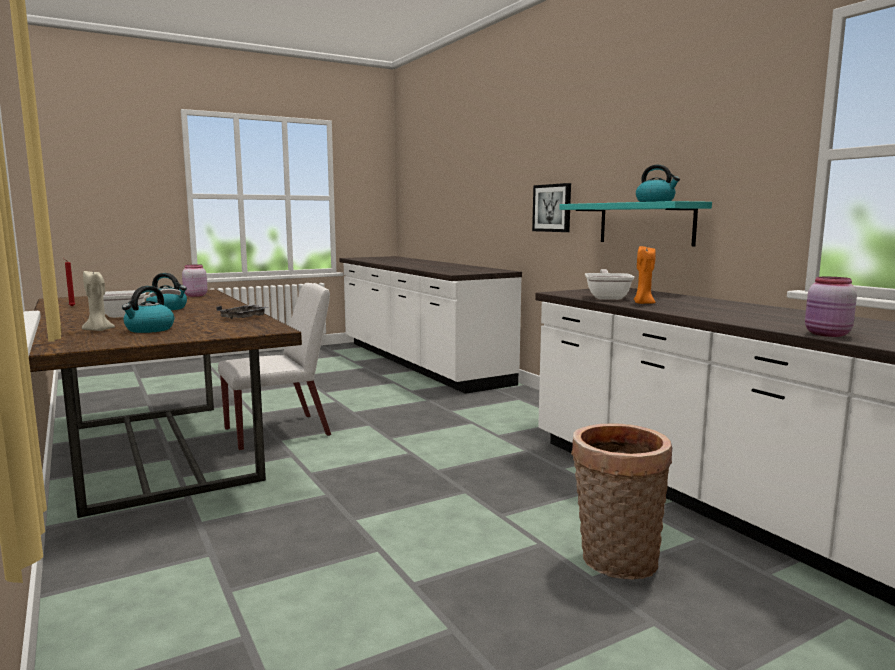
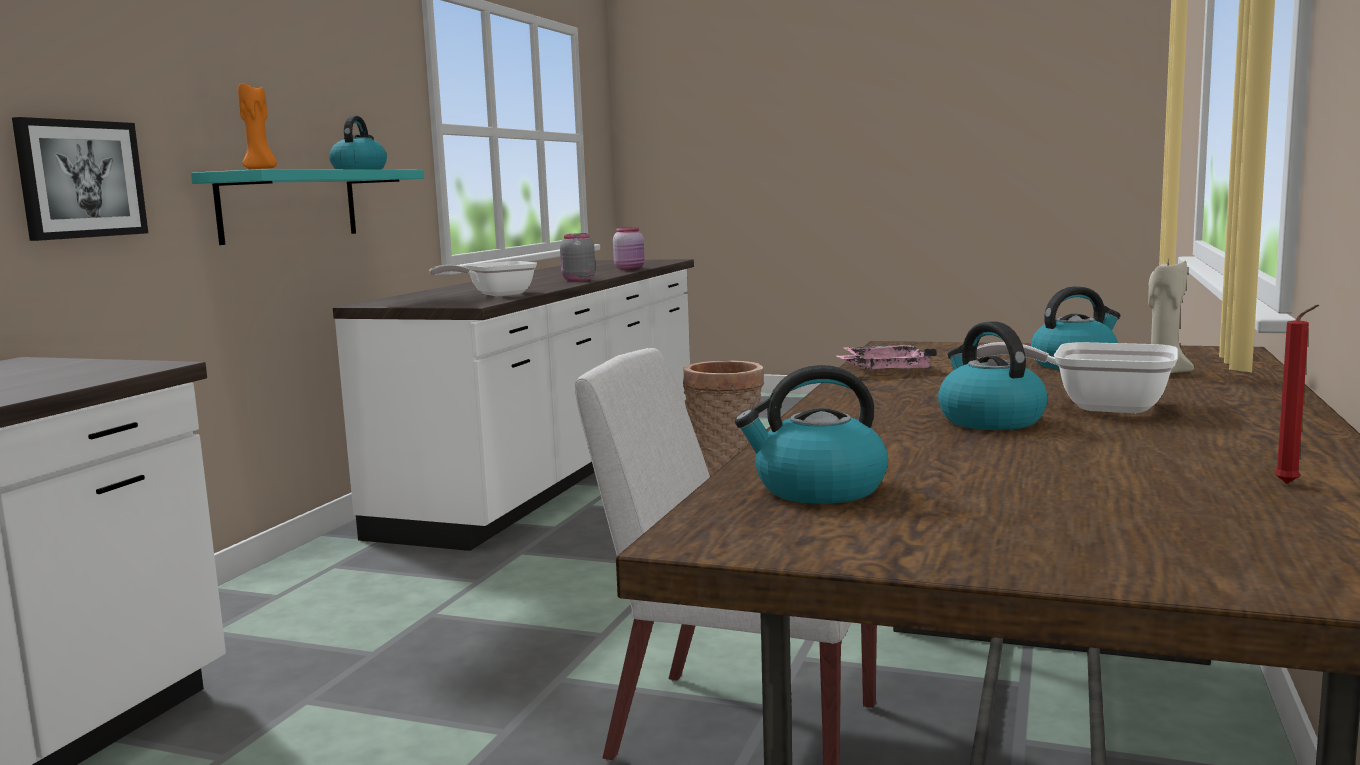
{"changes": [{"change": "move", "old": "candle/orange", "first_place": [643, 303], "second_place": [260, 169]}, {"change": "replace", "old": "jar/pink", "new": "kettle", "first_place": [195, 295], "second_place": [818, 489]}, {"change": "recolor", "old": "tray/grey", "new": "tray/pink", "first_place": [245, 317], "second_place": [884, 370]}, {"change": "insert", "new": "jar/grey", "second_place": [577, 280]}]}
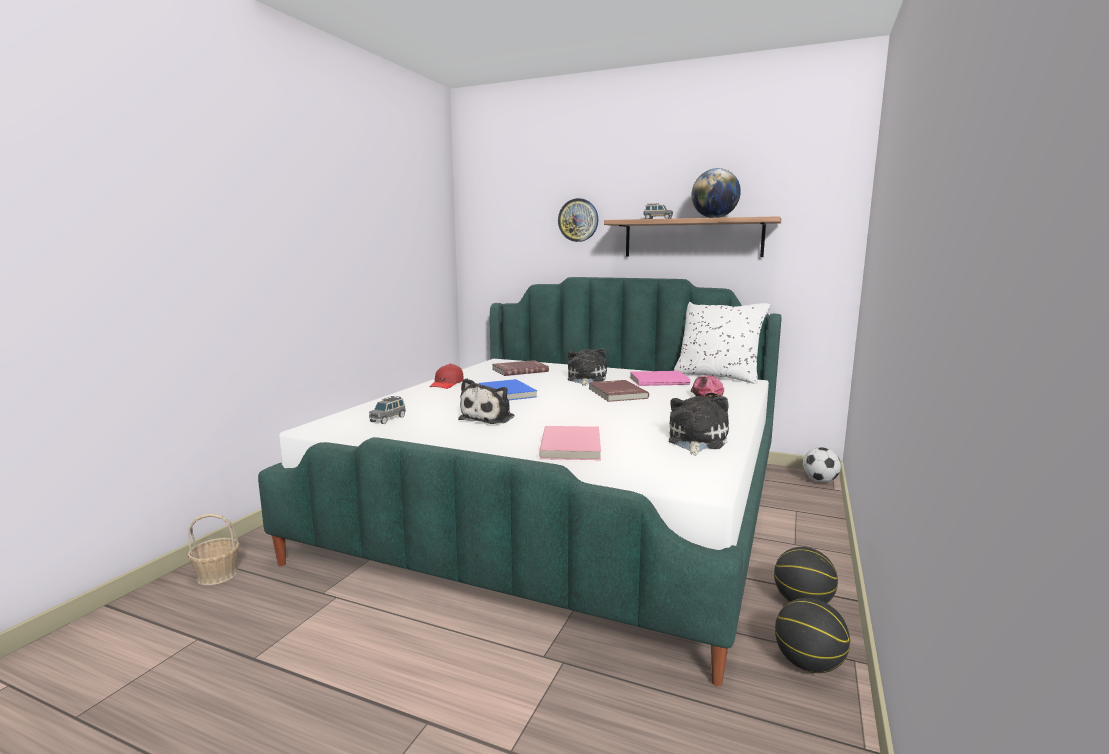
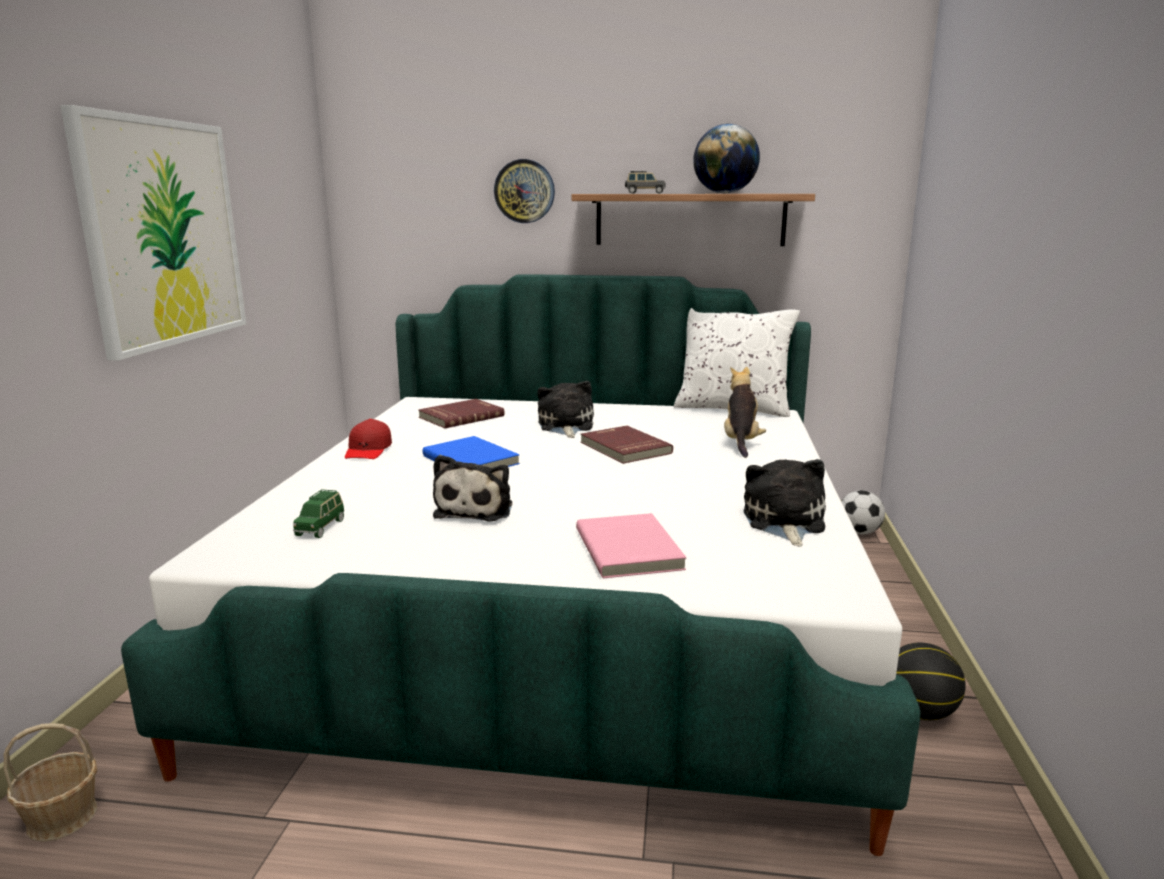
{"changes": [{"change": "delete", "old": "book/pink", "first_place": [658, 380]}, {"change": "replace", "old": "cap", "new": "plush toy", "first_place": [705, 395], "second_place": [741, 442]}, {"change": "recolor", "old": "toy car/grey", "new": "toy car/green", "first_place": [388, 419], "second_place": [320, 527]}, {"change": "delete", "old": "basketball", "first_place": [808, 664]}, {"change": "insert", "new": "picture", "second_place": [164, 233]}]}
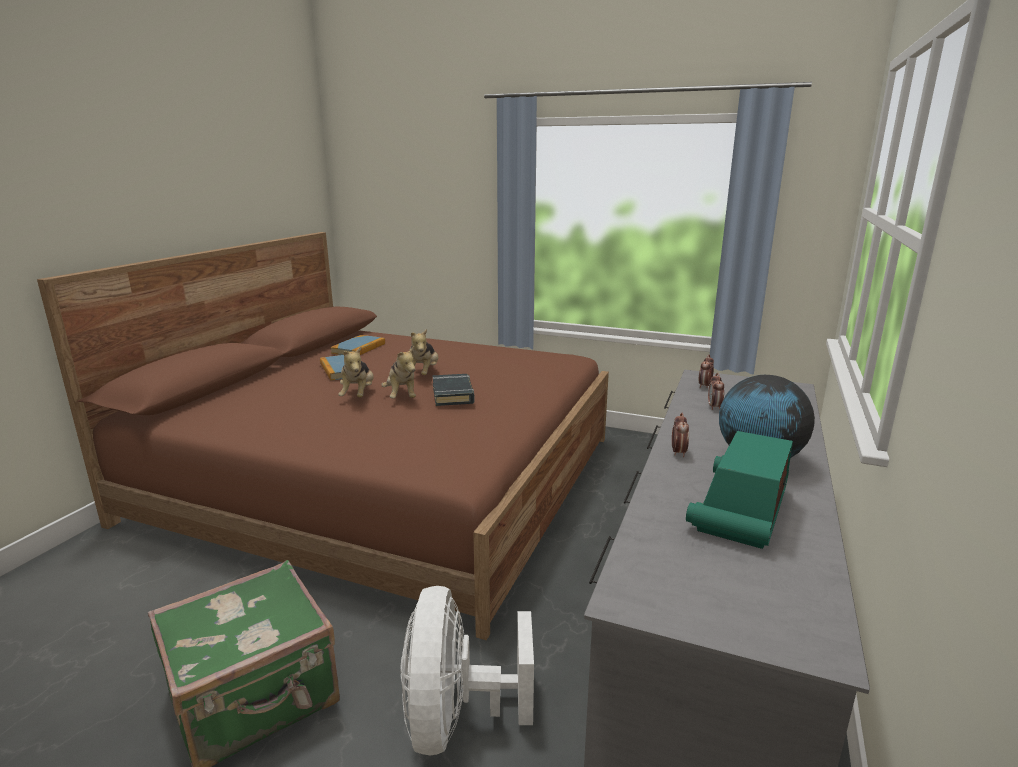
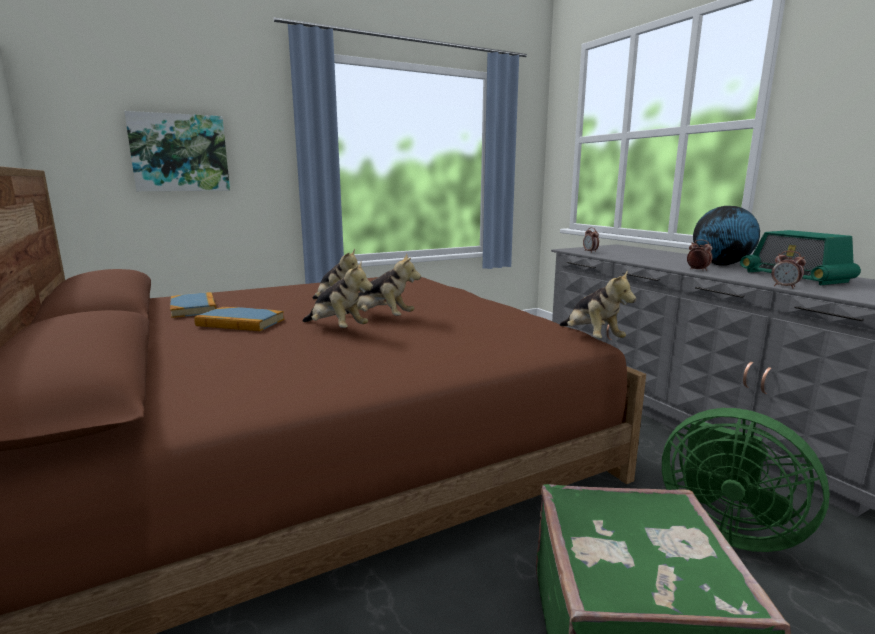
{"changes": [{"change": "move", "old": "alarm clock", "first_place": [714, 407], "second_place": [785, 287]}, {"change": "delete", "old": "book/black", "first_place": [453, 394]}, {"change": "recolor", "old": "fan/white", "new": "fan/green", "first_place": [457, 719], "second_place": [725, 528]}, {"change": "insert", "new": "picture", "second_place": [179, 153]}, {"change": "insert", "new": "plush toy", "second_place": [591, 338]}]}
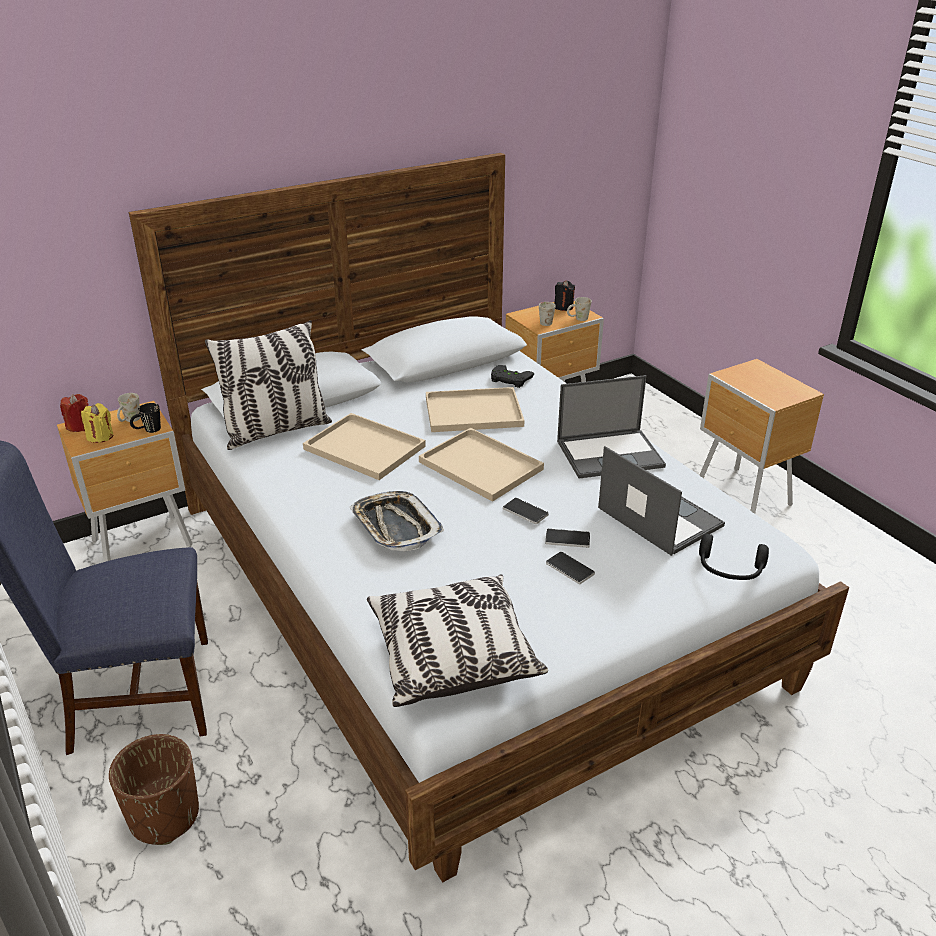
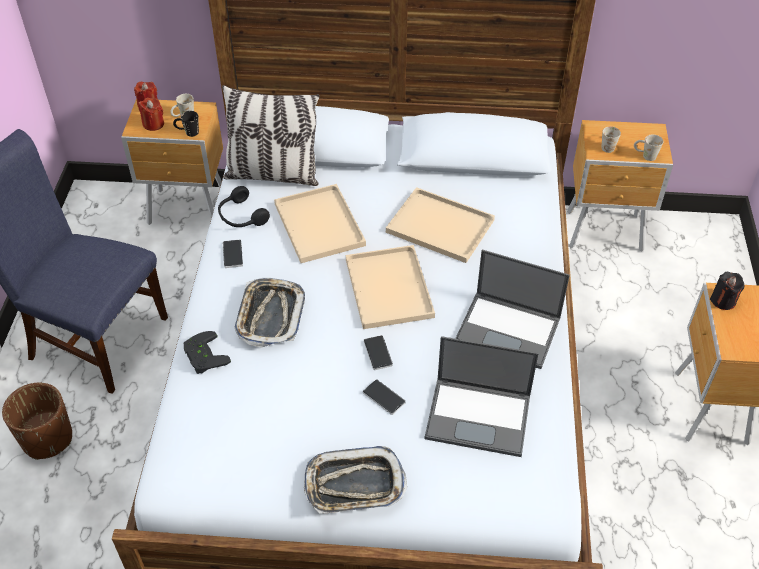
{"changes": [{"change": "move", "old": "candle/black", "first_place": [563, 307], "second_place": [723, 300]}, {"change": "move", "old": "game controller/black", "first_place": [509, 380], "second_place": [203, 356]}, {"change": "recolor", "old": "candle/yellow", "new": "candle/red", "first_place": [100, 436], "second_place": [153, 124]}, {"change": "rotate", "old": "laptop", "first_place": [658, 516], "second_place": [479, 416], "degrees": 105}, {"change": "move", "old": "headphones/black", "first_place": [730, 570], "second_place": [241, 217]}, {"change": "move", "old": "phone", "first_place": [570, 569], "second_place": [233, 254]}, {"change": "delete", "old": "pillow", "first_place": [452, 656]}, {"change": "insert", "new": "tray", "second_place": [354, 485]}]}
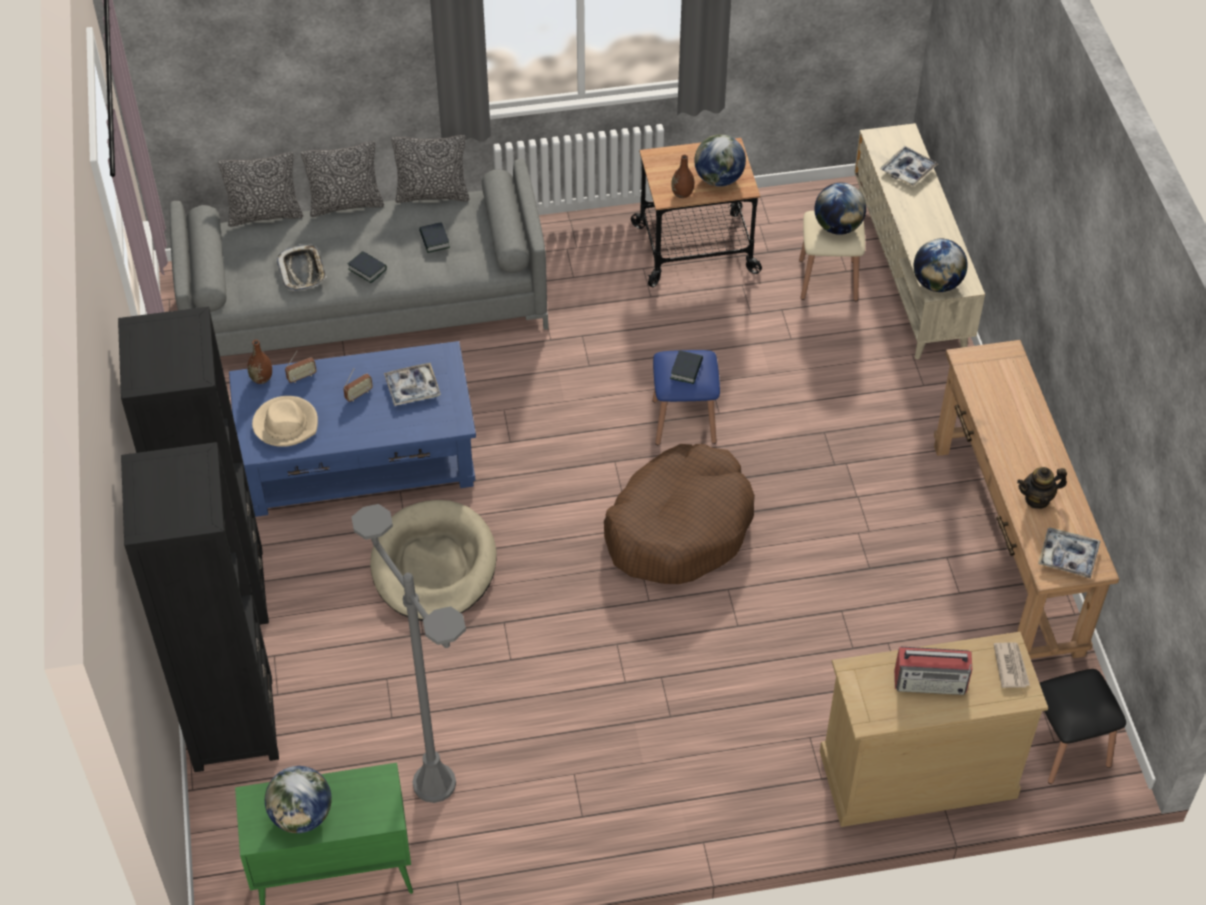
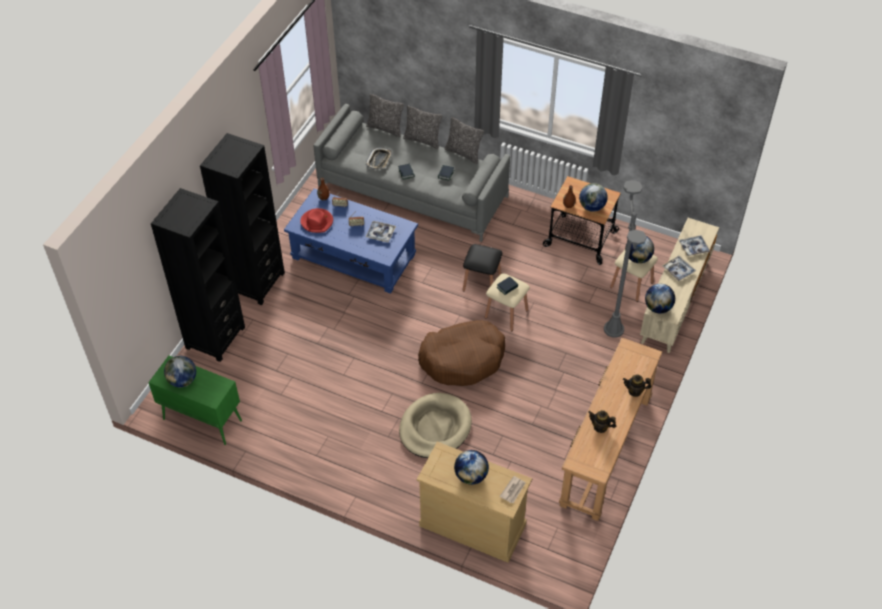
{"changes": [{"change": "recolor", "old": "stool/blue", "new": "stool/beige", "first_place": [684, 421], "second_place": [506, 314]}, {"change": "recolor", "old": "hat/beige", "new": "hat/red", "first_place": [286, 424], "second_place": [317, 222]}, {"change": "move", "old": "dog bed/beige", "first_place": [434, 565], "second_place": [435, 428]}, {"change": "move", "old": "floor lamp/grey", "first_place": [434, 783], "second_place": [613, 329]}, {"change": "move", "old": "tray", "first_place": [1068, 557], "second_place": [678, 270]}, {"change": "replace", "old": "radio", "new": "globe", "first_place": [931, 682], "second_place": [471, 476]}, {"change": "move", "old": "stool/black", "first_place": [1065, 747], "second_place": [482, 283]}, {"change": "insert", "new": "teapot", "second_place": [635, 391]}]}
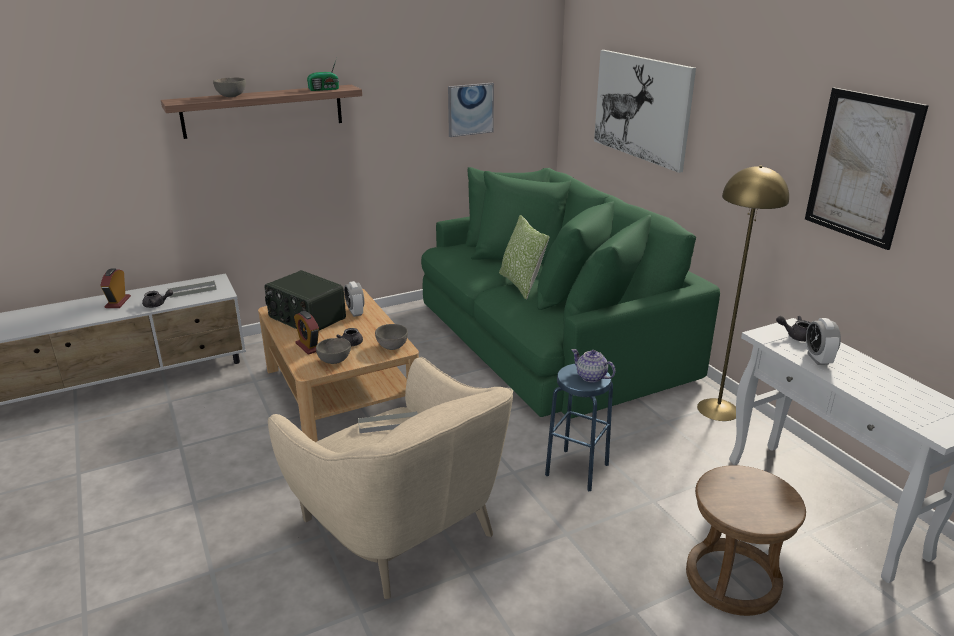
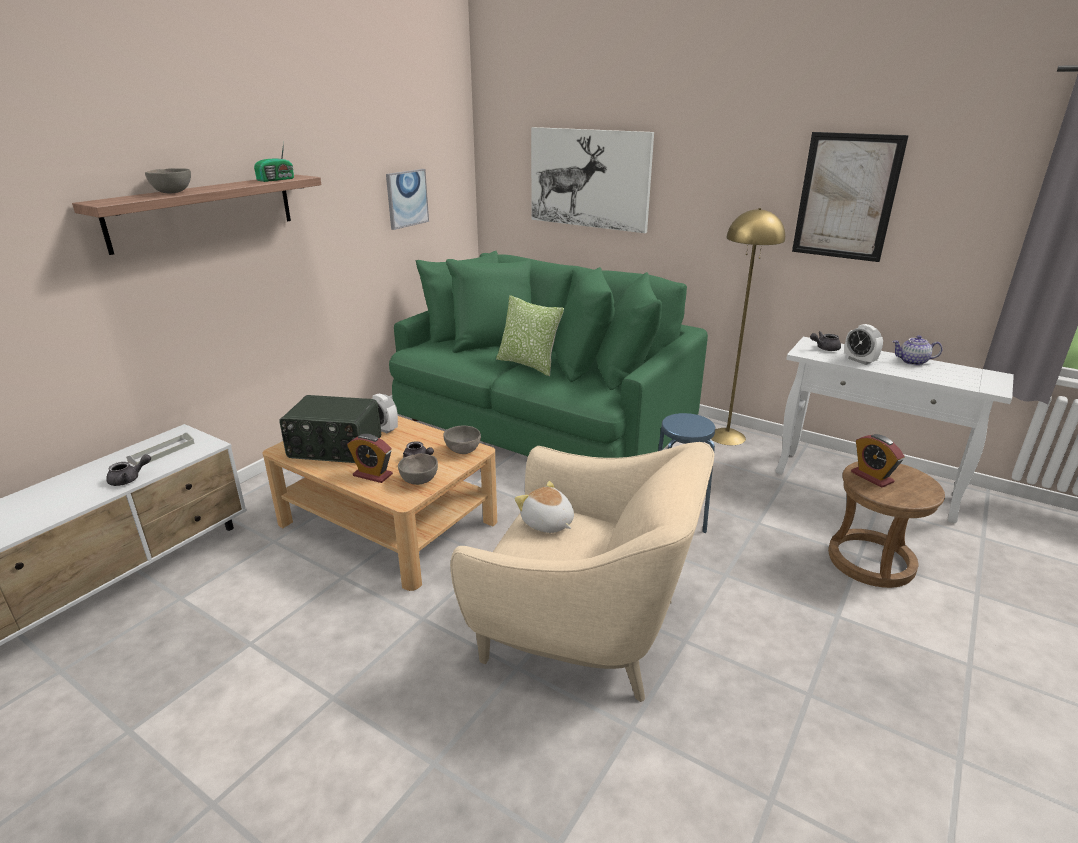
{"changes": [{"change": "move", "old": "alarm clock", "first_place": [118, 302], "second_place": [872, 477]}, {"change": "move", "old": "teapot", "first_place": [590, 377], "second_place": [912, 362]}, {"change": "replace", "old": "tray/grey", "new": "plush toy", "first_place": [388, 424], "second_place": [547, 523]}]}
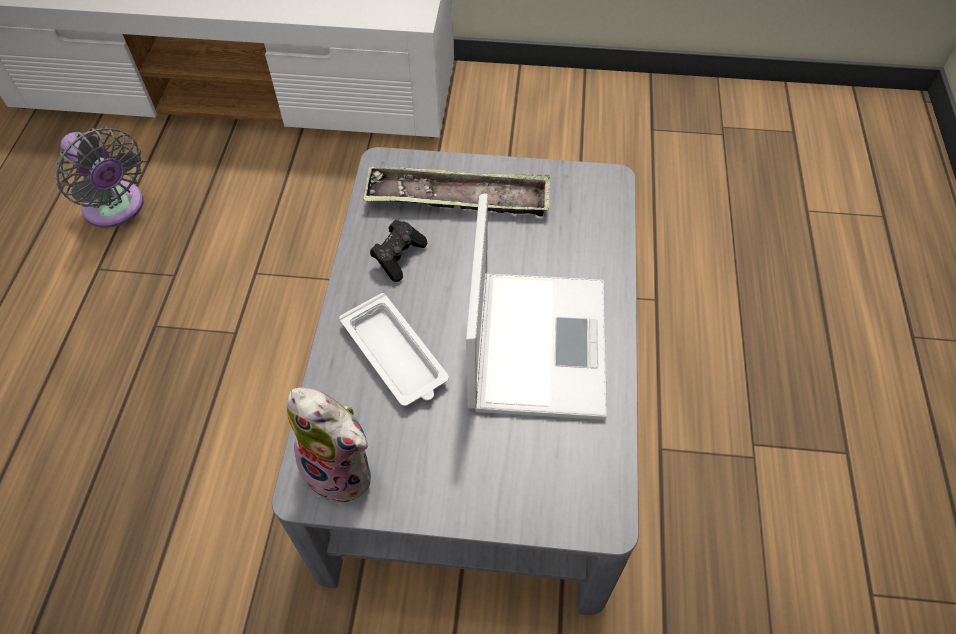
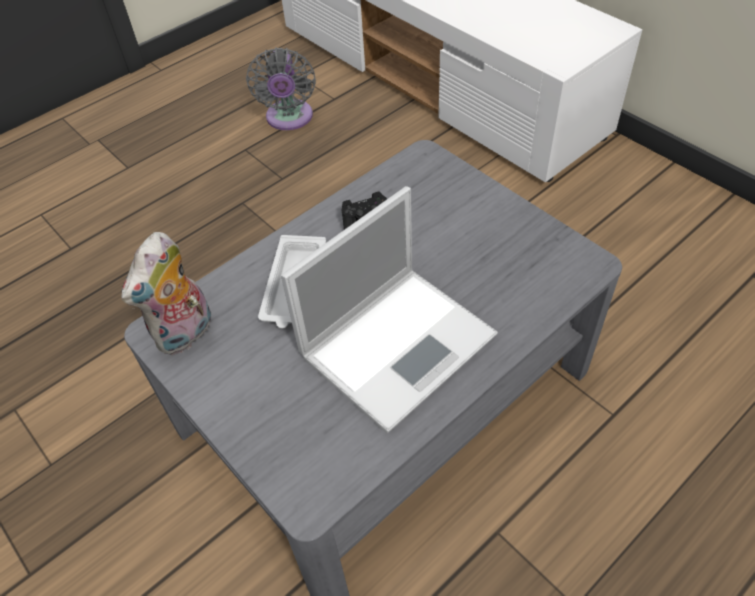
{"changes": [{"change": "delete", "old": "tray", "first_place": [458, 198]}, {"change": "rotate", "old": "plush toy", "first_place": [342, 469], "second_place": [186, 334], "degrees": 45}]}
